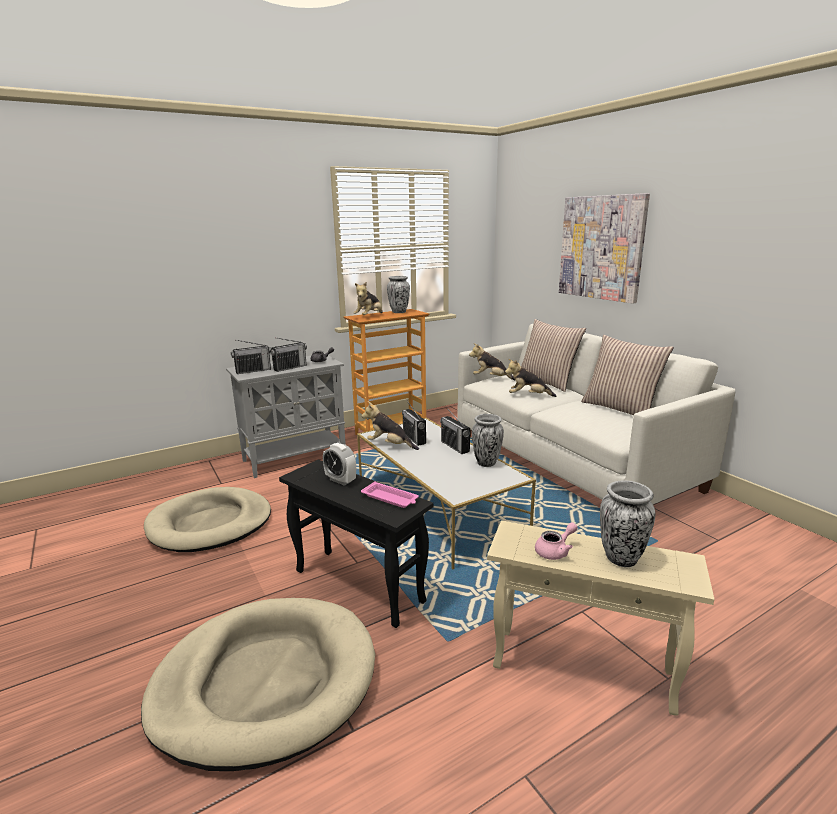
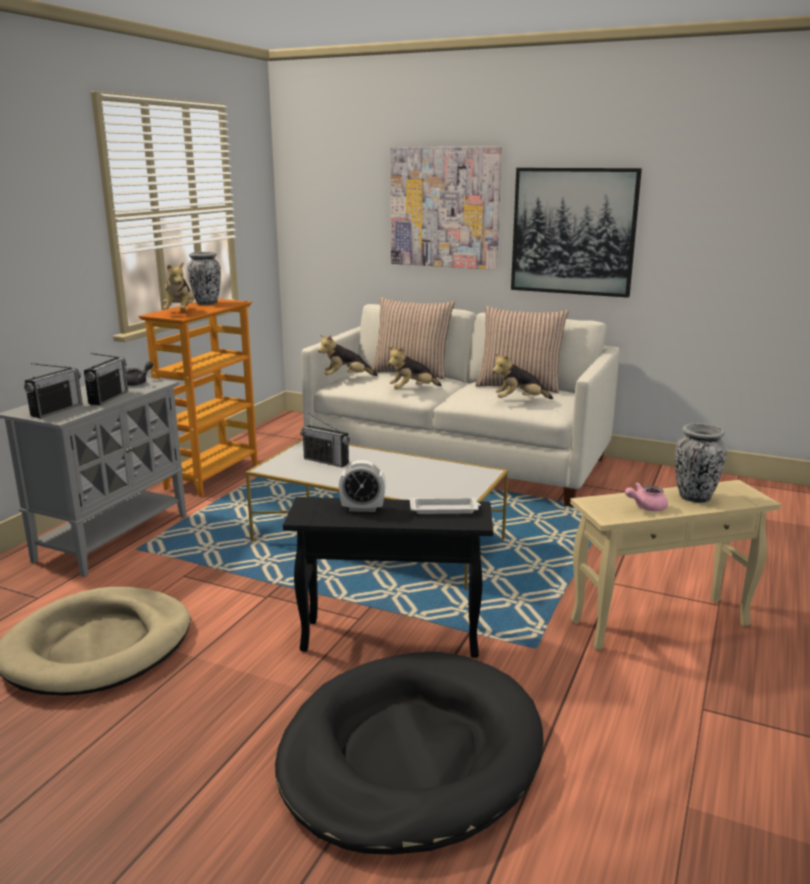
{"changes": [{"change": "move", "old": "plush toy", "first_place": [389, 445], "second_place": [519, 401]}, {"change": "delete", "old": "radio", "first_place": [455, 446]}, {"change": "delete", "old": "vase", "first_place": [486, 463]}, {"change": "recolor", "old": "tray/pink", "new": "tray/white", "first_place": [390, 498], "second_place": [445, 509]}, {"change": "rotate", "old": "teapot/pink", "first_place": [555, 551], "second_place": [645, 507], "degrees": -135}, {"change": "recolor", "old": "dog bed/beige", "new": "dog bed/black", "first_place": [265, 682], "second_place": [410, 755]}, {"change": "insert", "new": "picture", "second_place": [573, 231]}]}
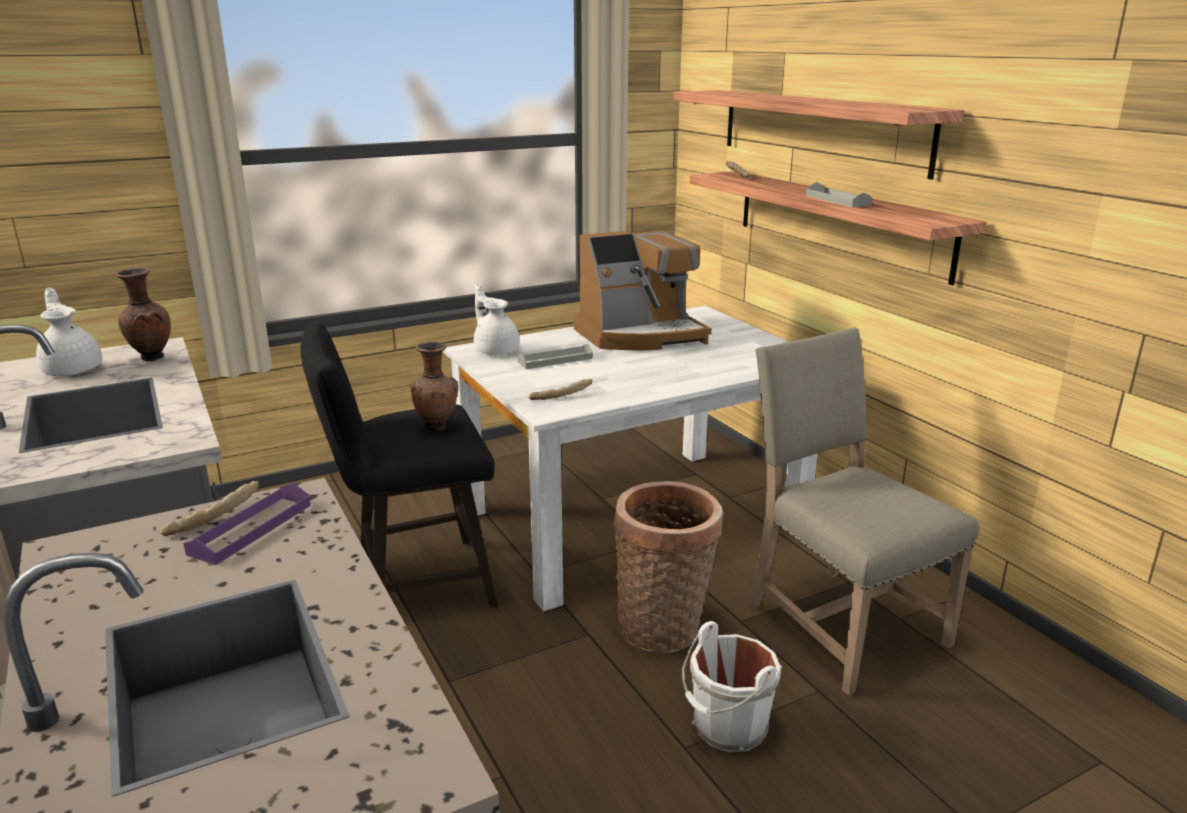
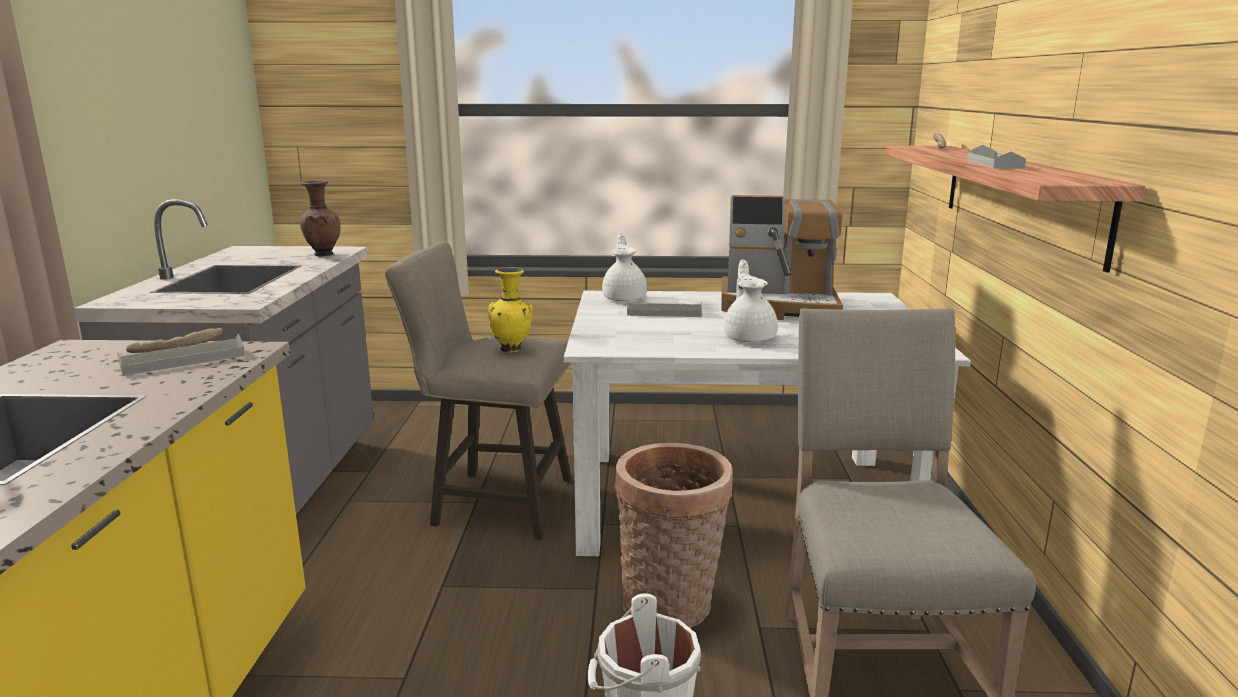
{"changes": [{"change": "delete", "old": "shelf", "first_place": [819, 129]}, {"change": "move", "old": "teapot/white", "first_place": [73, 369], "second_place": [749, 337]}, {"change": "recolor", "old": "stool/black", "new": "stool/beige", "first_place": [413, 585], "second_place": [492, 502]}, {"change": "recolor", "old": "vase/brown", "new": "vase/yellow", "first_place": [437, 426], "second_place": [512, 349]}, {"change": "delete", "old": "bread", "first_place": [560, 396]}, {"change": "recolor", "old": "tray/purple", "new": "tray/grey", "first_place": [251, 529], "second_place": [183, 361]}]}
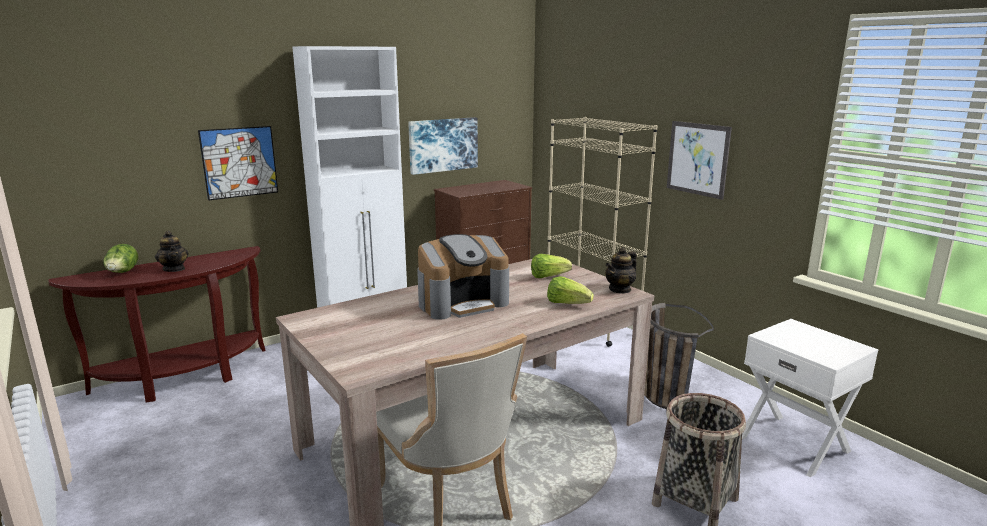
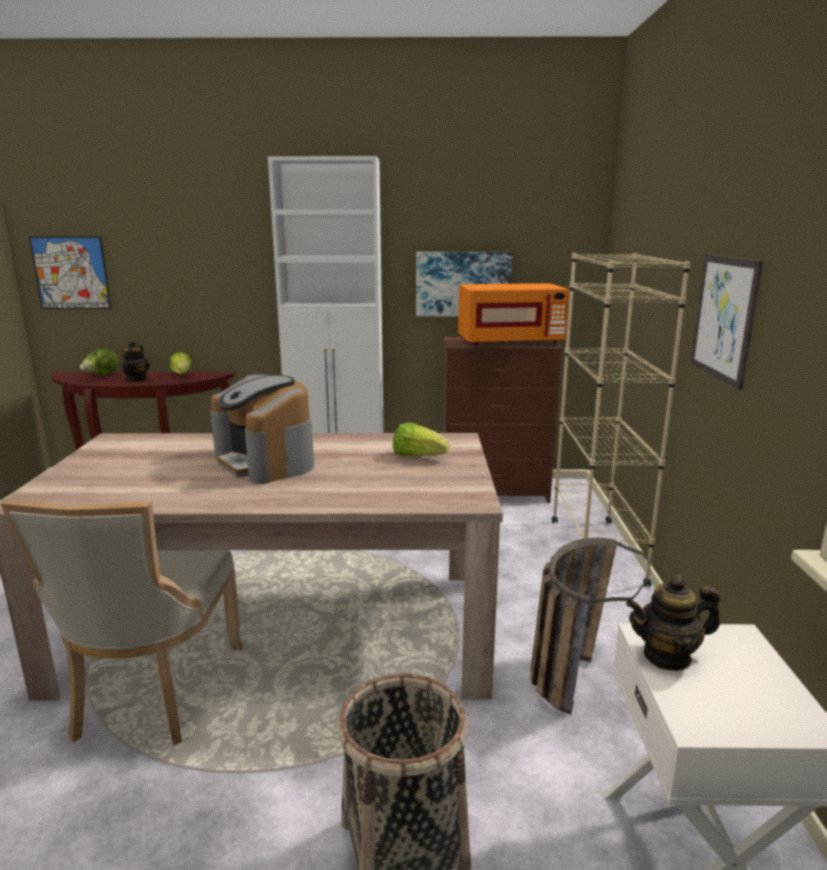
{"changes": [{"change": "move", "old": "picture", "first_place": [239, 162], "second_place": [71, 273]}, {"change": "rotate", "old": "coffee machine", "first_place": [463, 303], "second_place": [266, 461], "degrees": 45}, {"change": "move", "old": "teapot", "first_place": [620, 289], "second_place": [667, 656]}, {"change": "move", "old": "lettuce", "first_place": [567, 304], "second_place": [182, 375]}, {"change": "insert", "new": "microwave/orange", "second_place": [510, 342]}]}
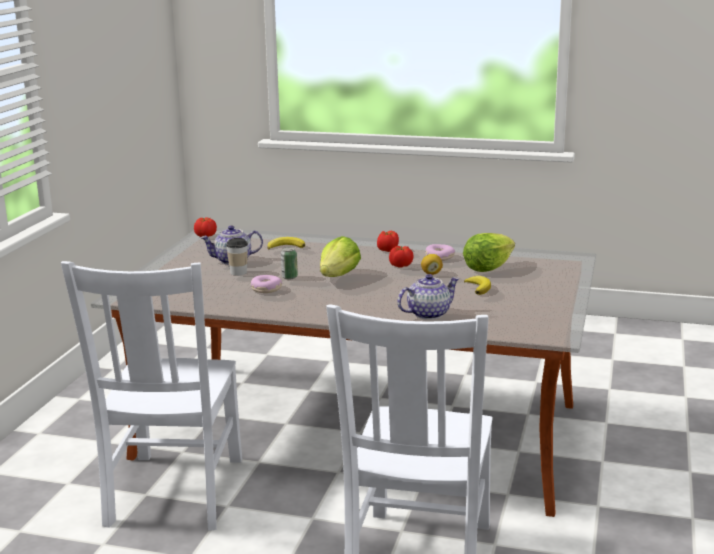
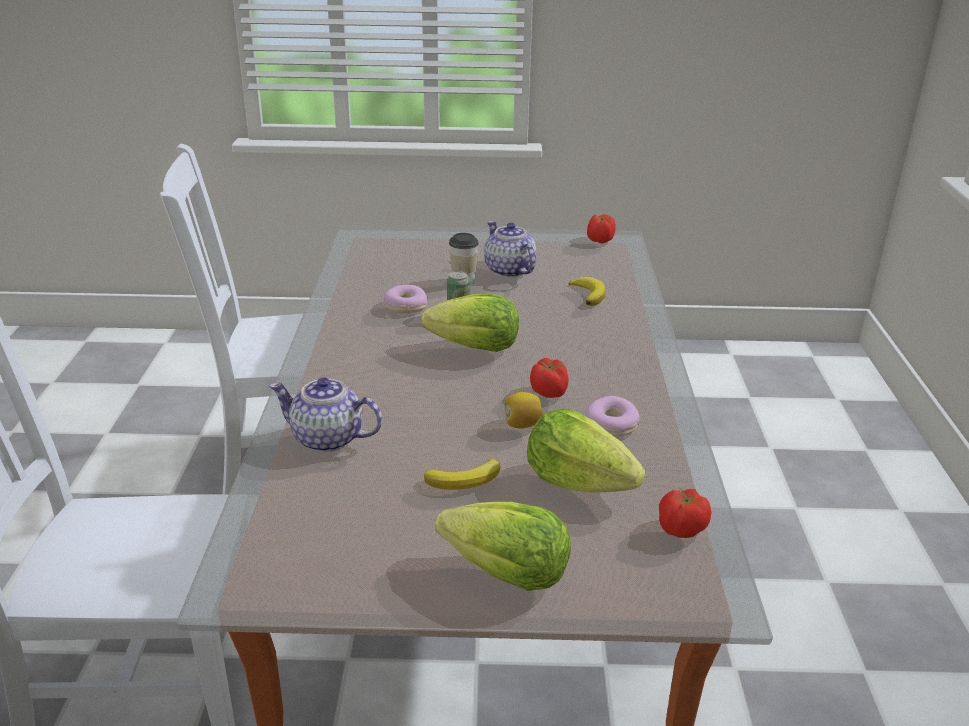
{"changes": [{"change": "move", "old": "tomato", "first_place": [387, 250], "second_place": [681, 529]}, {"change": "rotate", "old": "teapot", "first_place": [427, 314], "second_place": [328, 439], "degrees": 150}, {"change": "insert", "new": "lettuce", "second_place": [507, 574]}]}
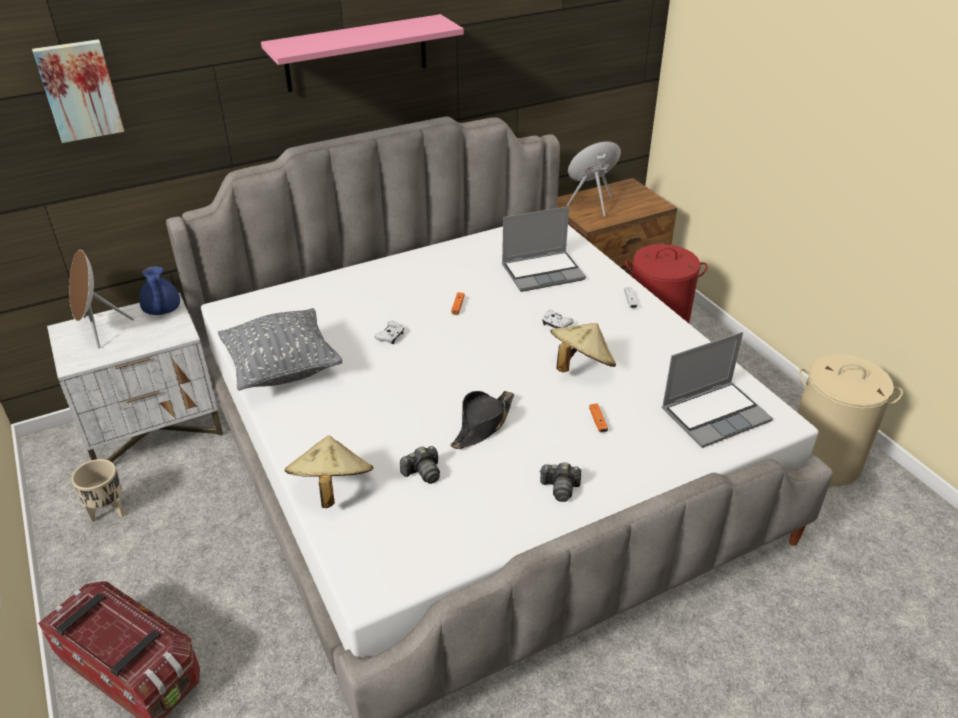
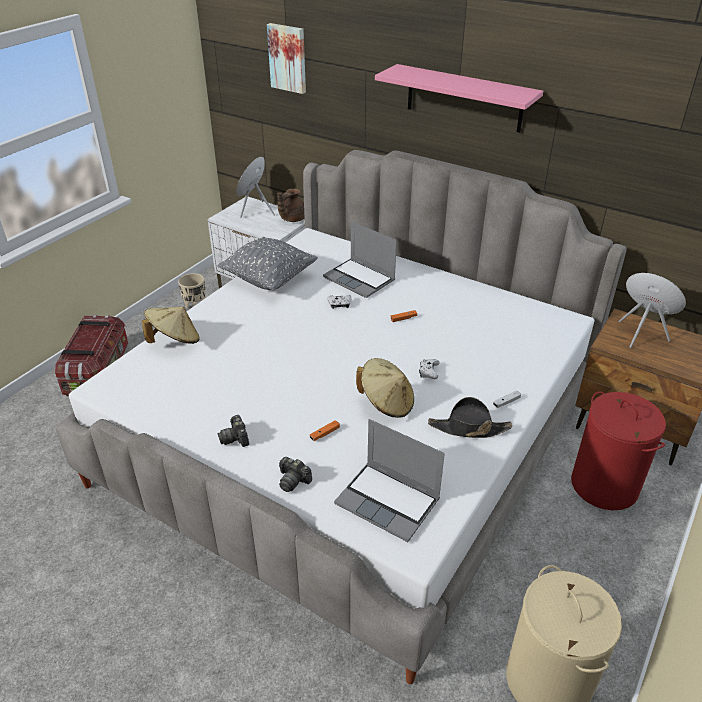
{"changes": [{"change": "move", "old": "laptop", "first_place": [543, 272], "second_place": [360, 279]}, {"change": "recolor", "old": "teapot/blue", "new": "teapot/brown", "first_place": [161, 310], "second_place": [291, 219]}, {"change": "move", "old": "hat/black", "first_place": [483, 425], "second_place": [468, 428]}, {"change": "move", "old": "photo camera", "first_place": [423, 472], "second_place": [293, 480]}]}
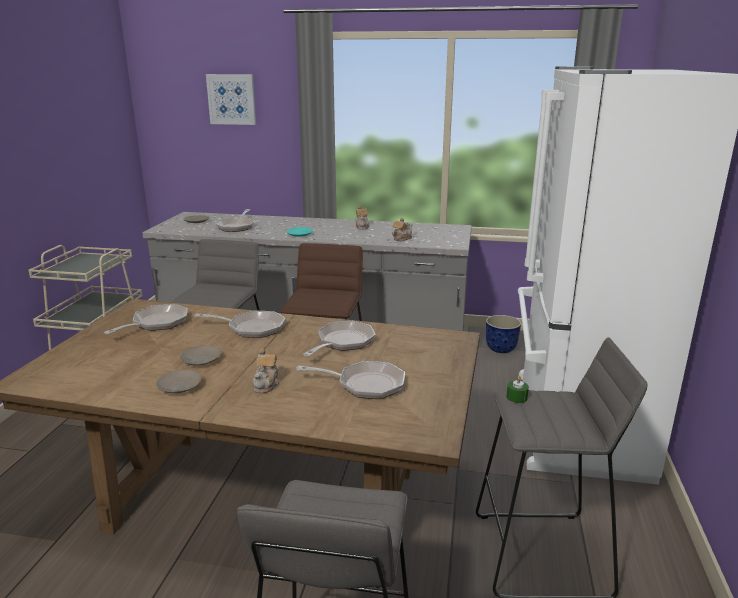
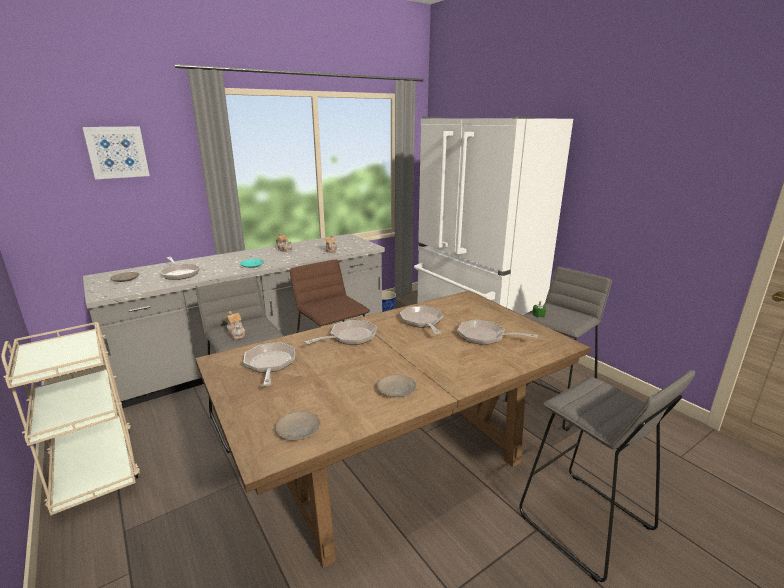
{"changes": [{"change": "move", "old": "plate/beige", "first_place": [201, 360], "second_place": [299, 430]}, {"change": "move", "old": "teapot", "first_place": [266, 384], "second_place": [237, 334]}, {"change": "rotate", "old": "frying pan", "first_place": [365, 385], "second_place": [485, 337], "degrees": -120}]}
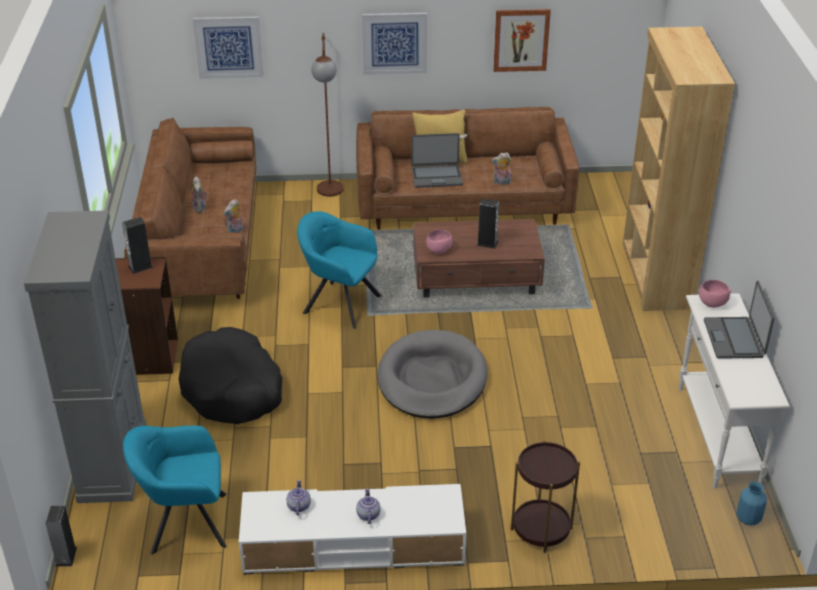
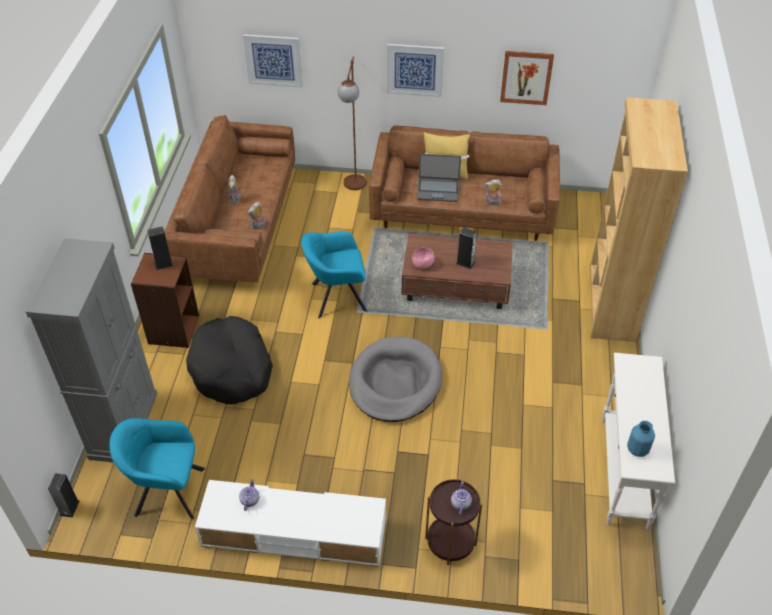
{"changes": [{"change": "rotate", "old": "armchair/turquoise", "first_place": [339, 303], "second_place": [336, 297], "degrees": -45}, {"change": "delete", "old": "bowl/pink", "first_place": [711, 303]}, {"change": "delete", "old": "laptop", "first_place": [734, 339]}, {"change": "move", "old": "vase/blue", "first_place": [748, 518], "second_place": [637, 449]}, {"change": "move", "old": "teapot", "first_place": [367, 514], "second_place": [460, 503]}]}
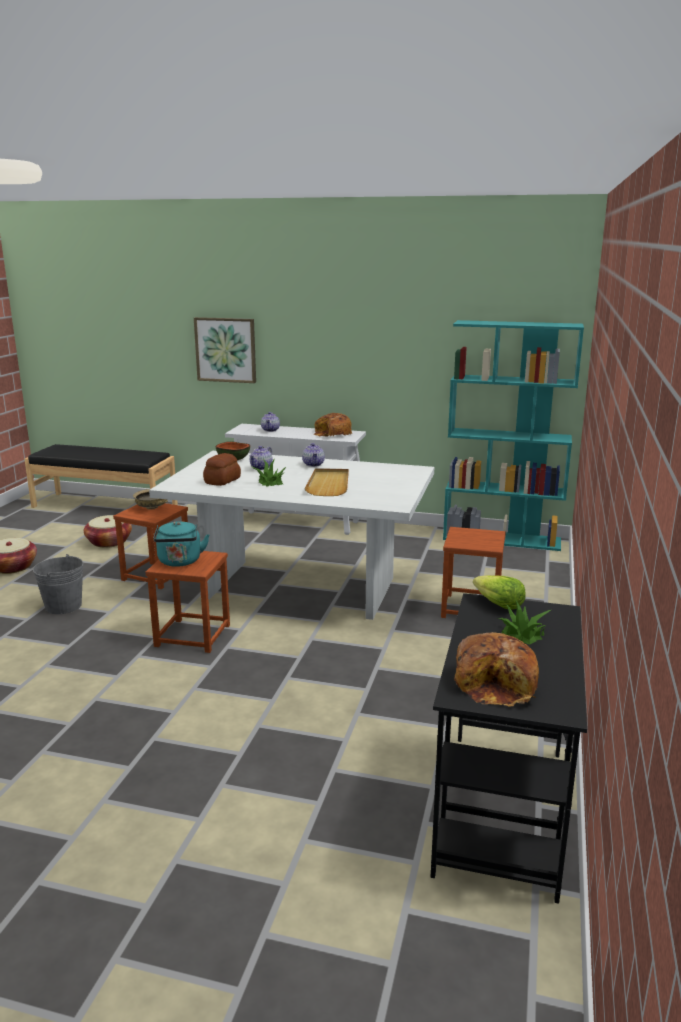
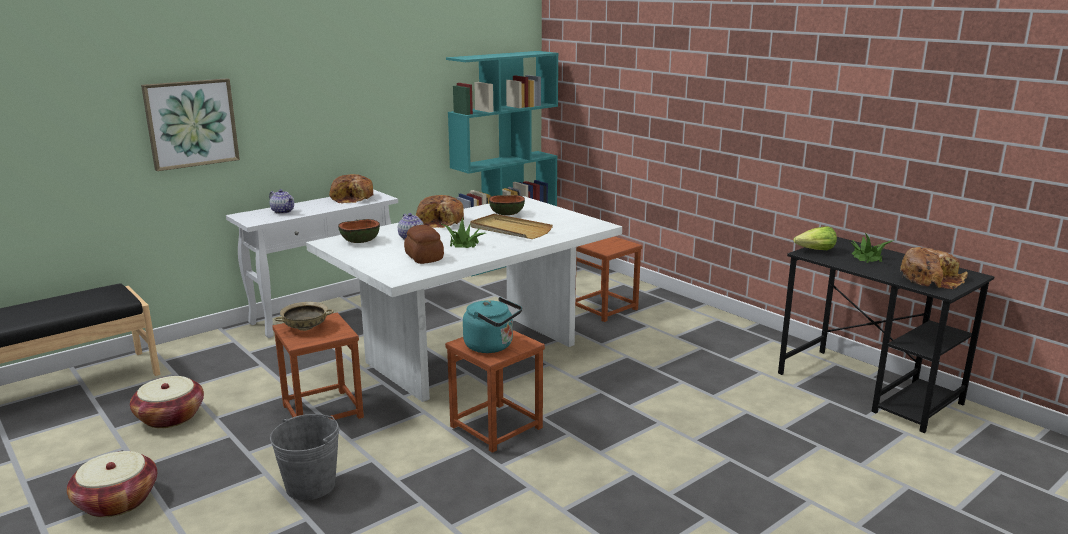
{"changes": [{"change": "replace", "old": "teapot", "new": "bread", "first_place": [313, 464], "second_place": [441, 222]}, {"change": "insert", "new": "bowl", "second_place": [507, 213]}]}
